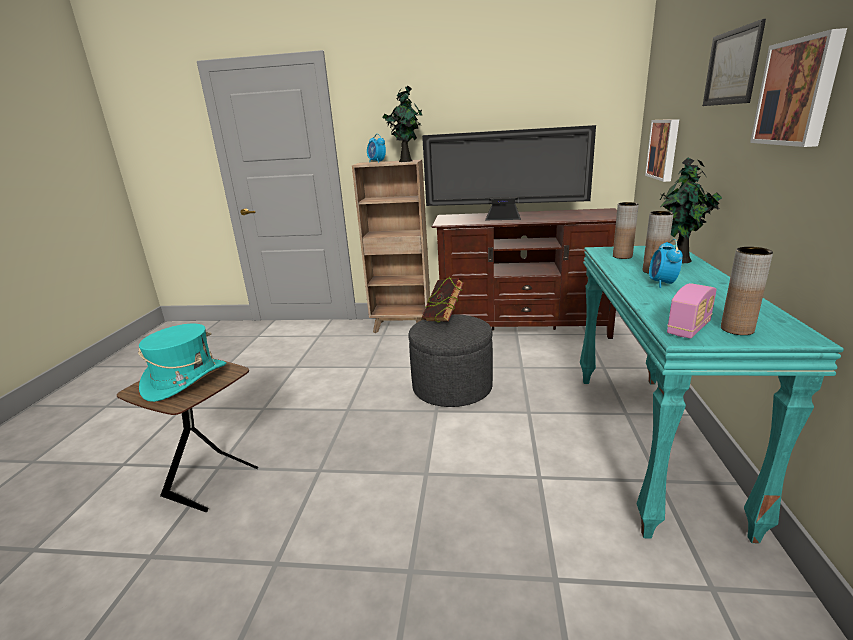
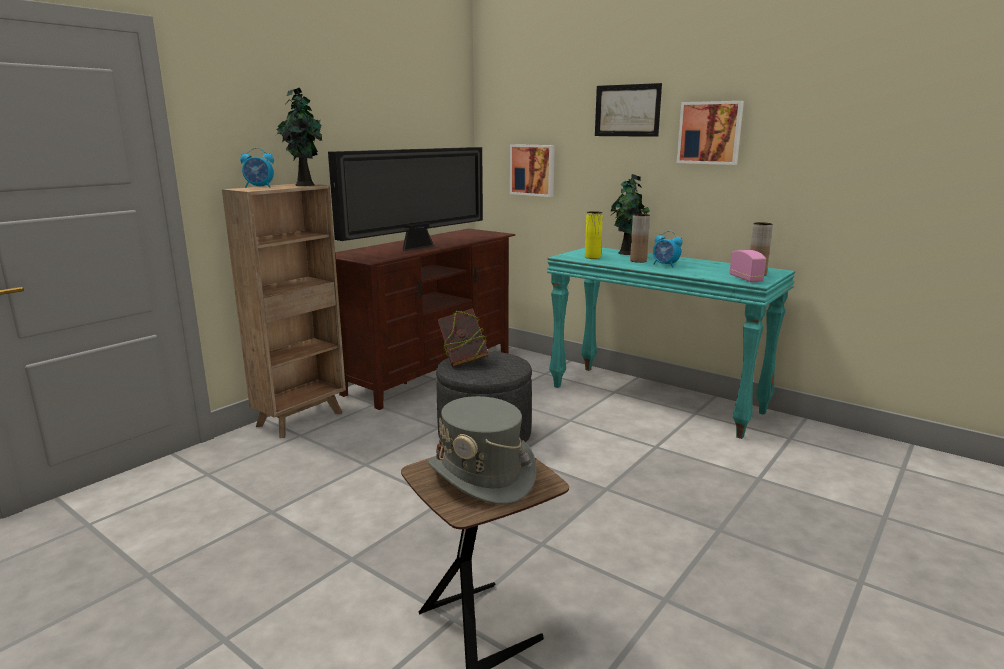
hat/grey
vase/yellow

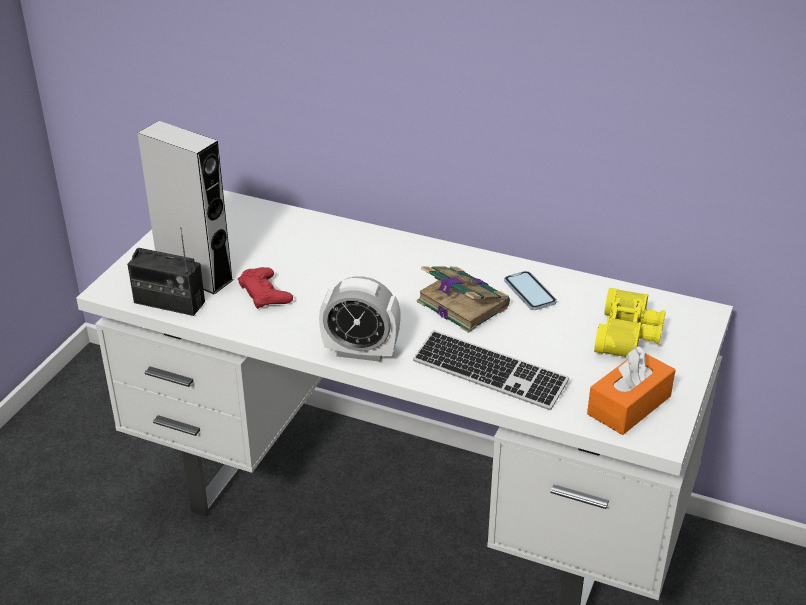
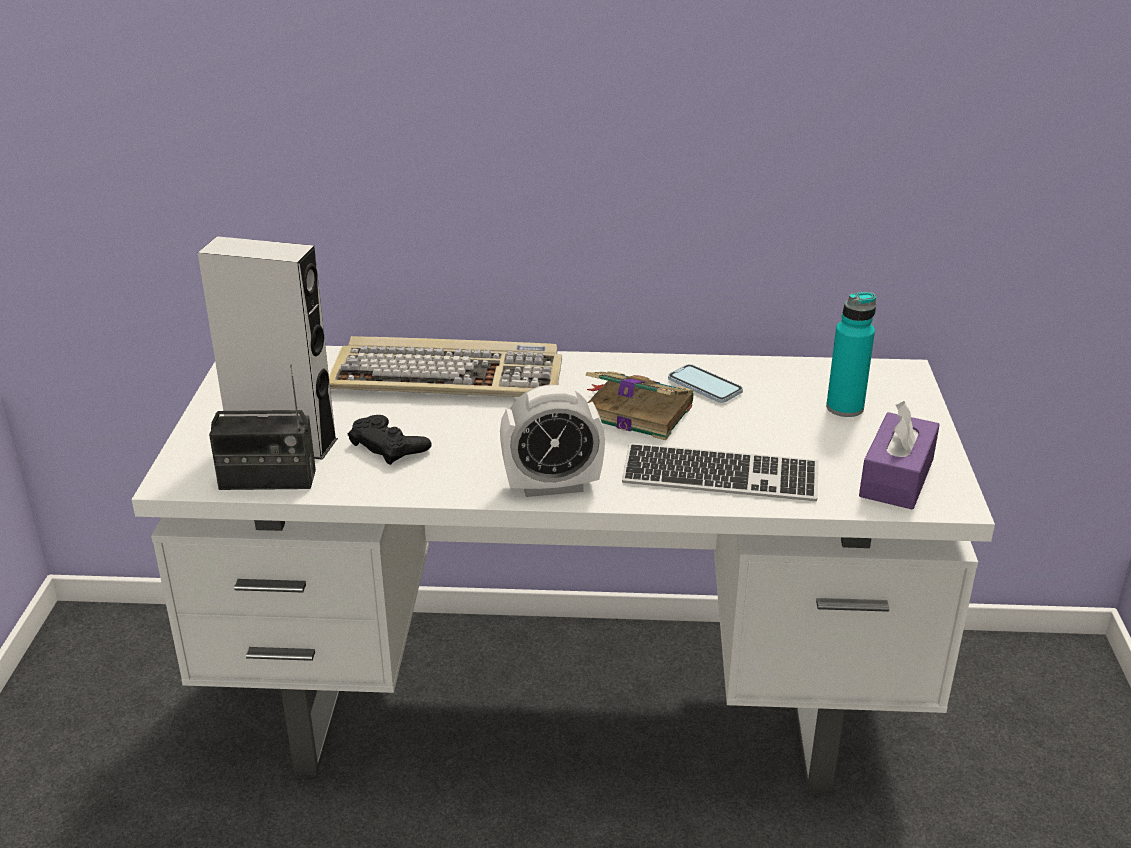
PC keyboard (no. 1 from left)
beverage bottle/turquoise-coloured
gamepad/blackish
tissue holder/purplish

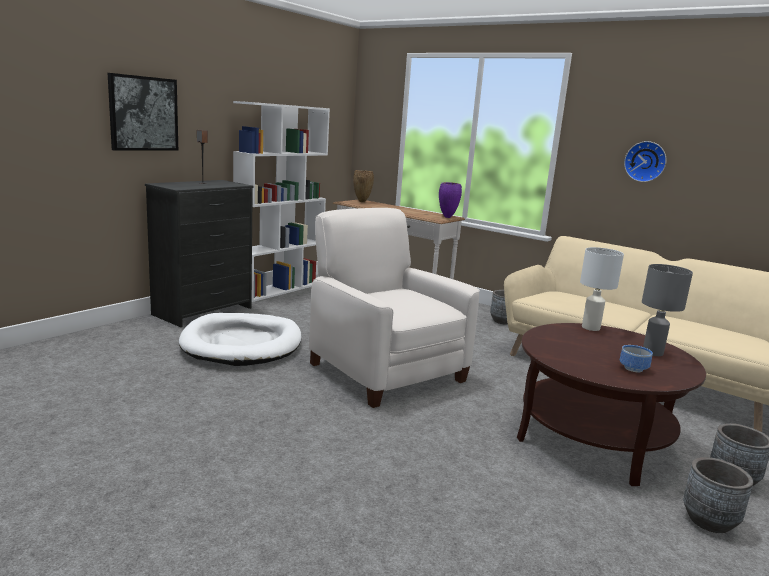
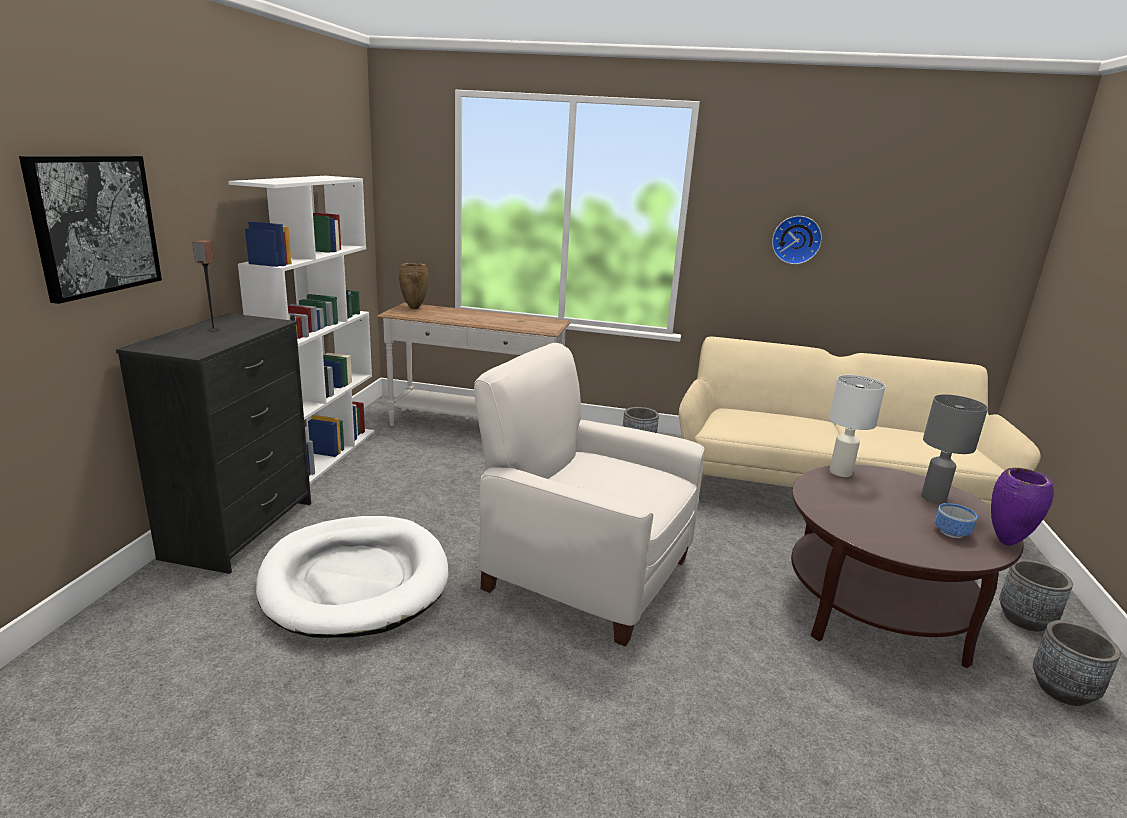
vase/purplish

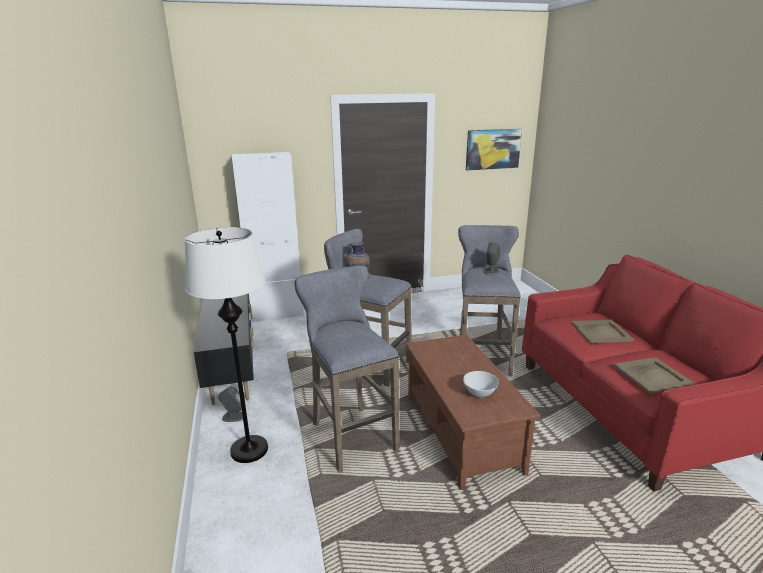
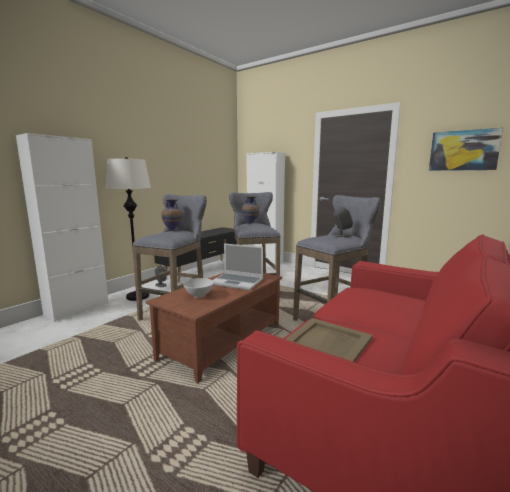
carrying tray/beige-coloured (no. 1 from left in the first image)
storage cabinet/white (no. 1 from left)
vase (no. 1 from left)
notebook computer

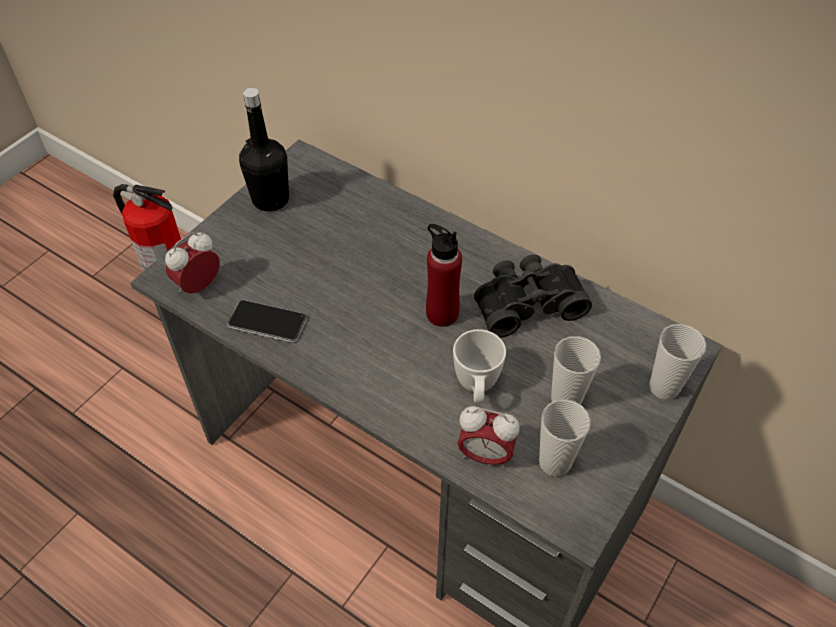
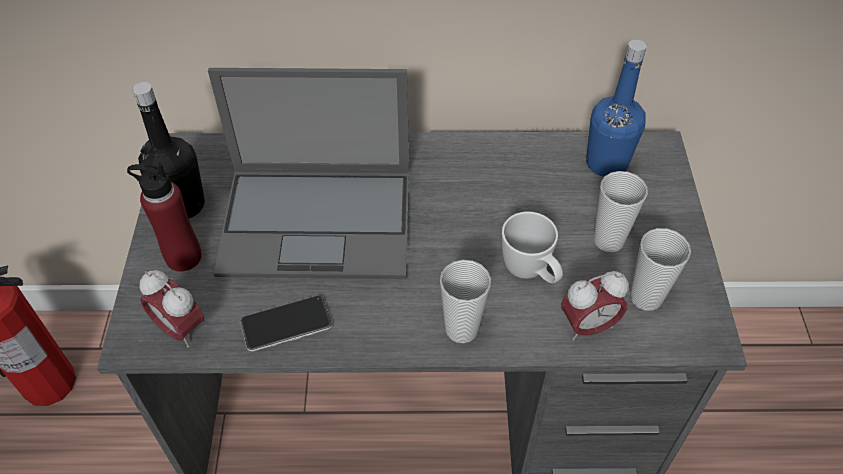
pair of binoculars/blackish
notebook computer
beverage bottle/bluish
beverage bottle/reddish
small cup (no. 1 from left)
table clock (no. 1 from left)

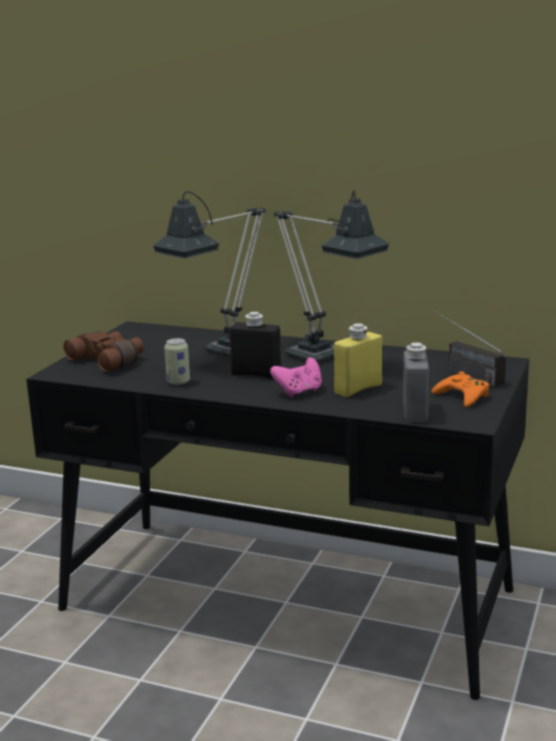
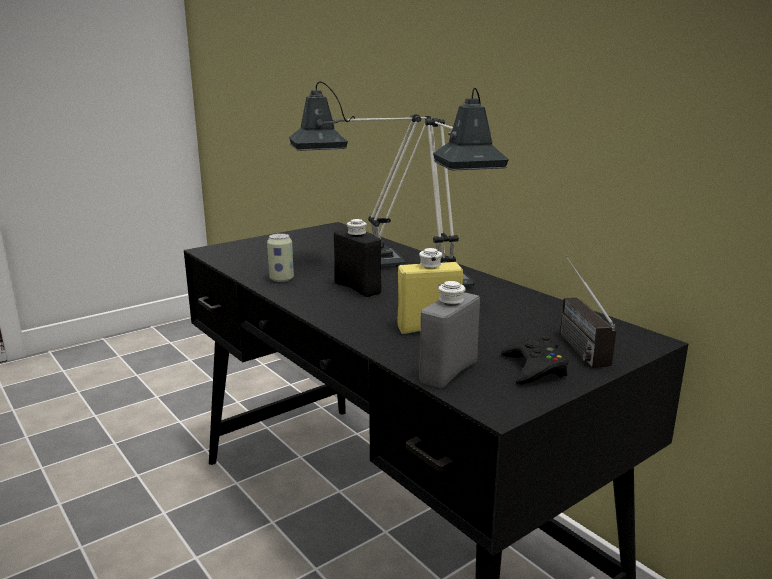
pair of binoculars/brown
gamepad/pink
gamepad/blackish

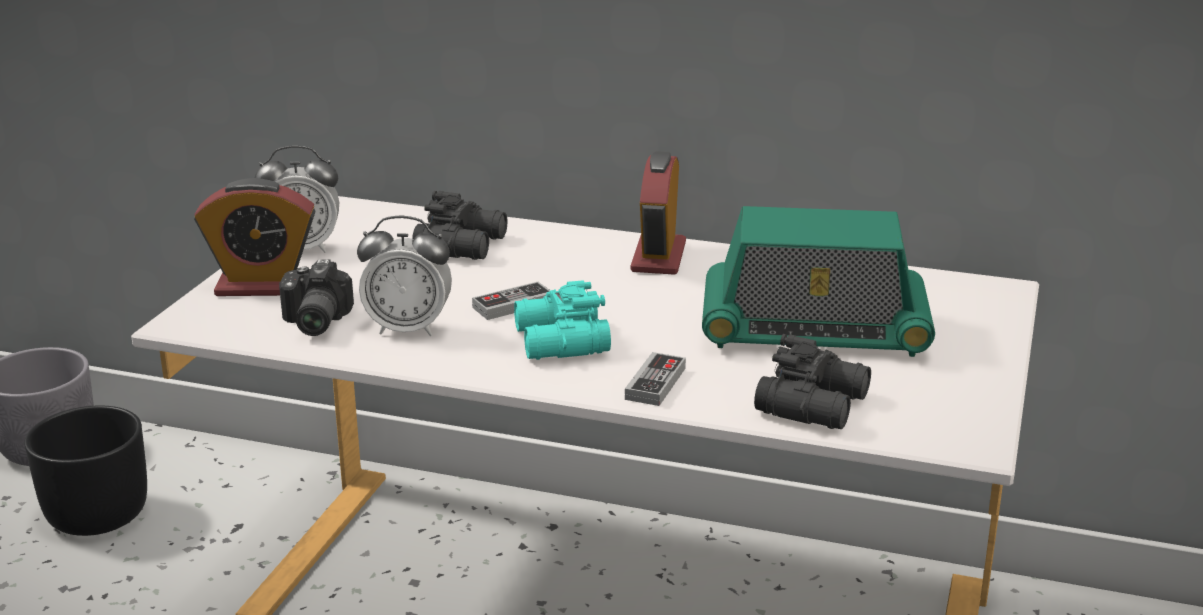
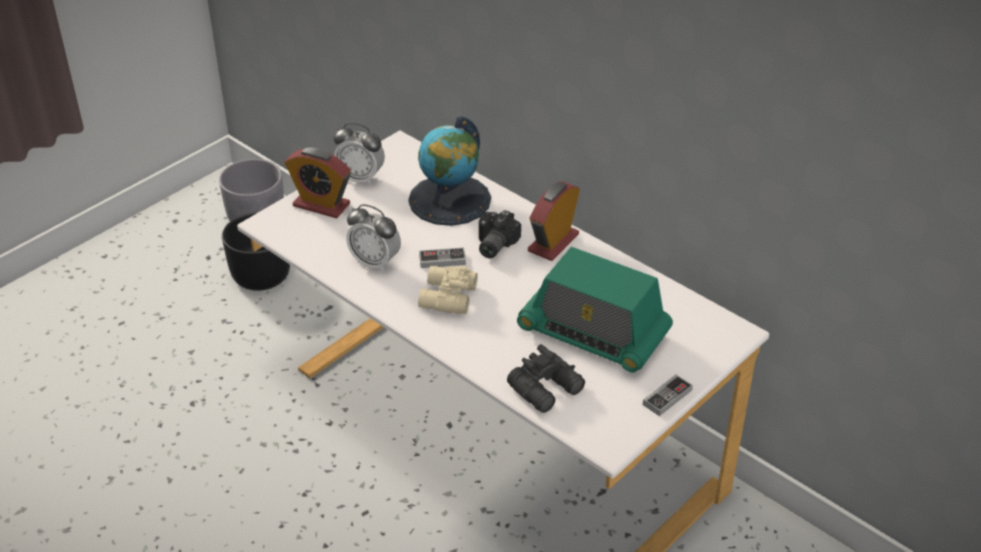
still camera
gamepad (no. 2 from left)
globe
pair of binoculars/beige-coloured

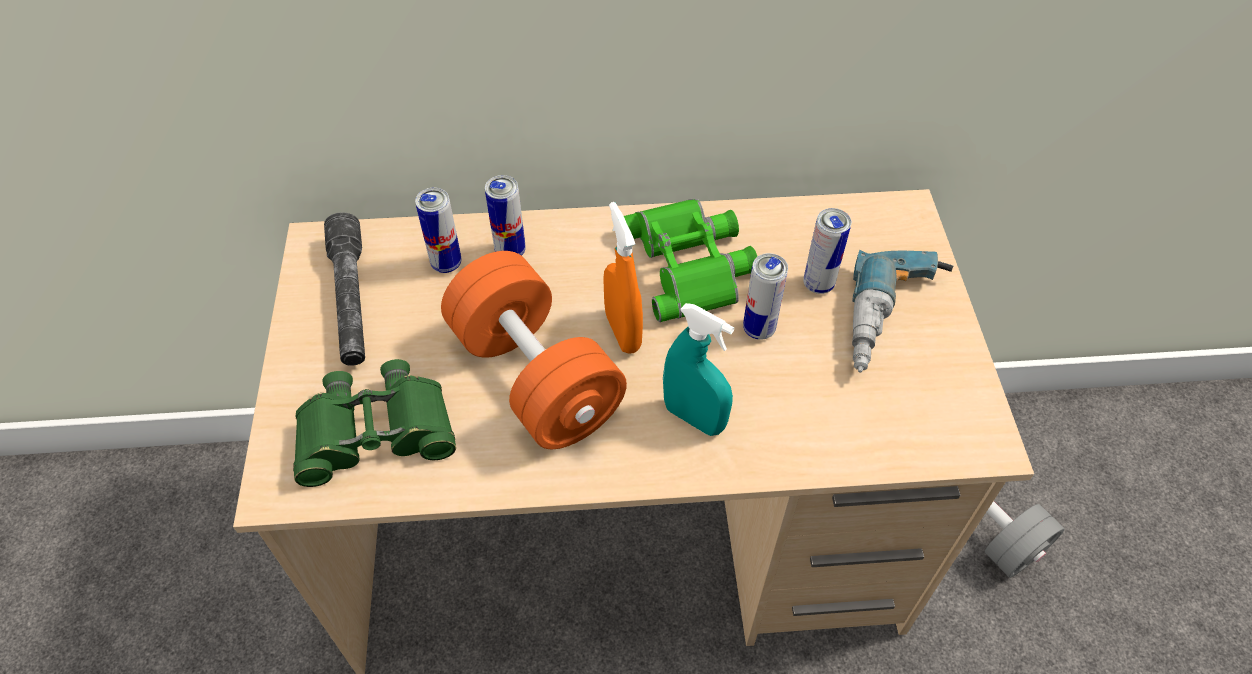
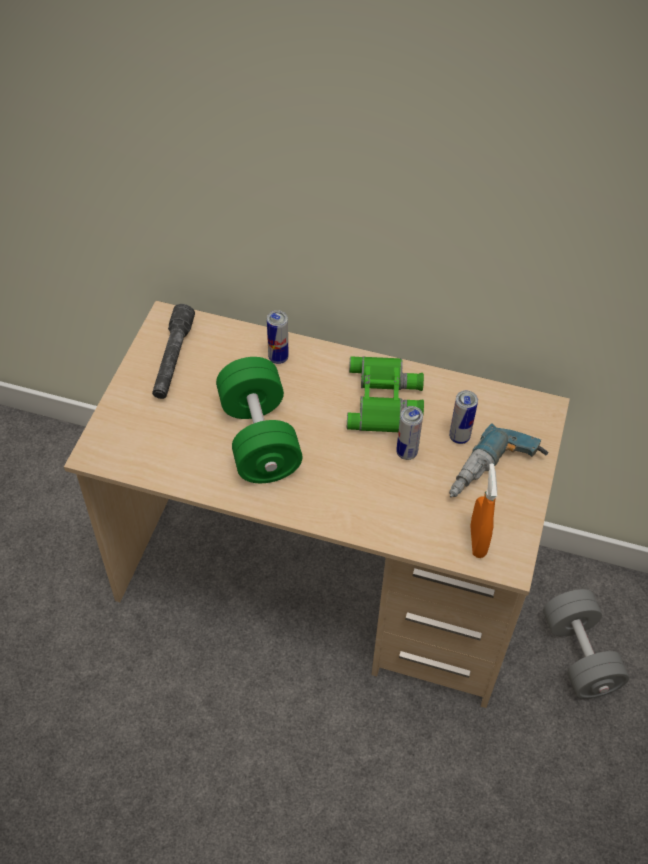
pair of binoculars/green-coloured (no. 1 from left in the first image)
metal can (no. 1 from left in the first image)
sprayer/turquoise-coloured
sprayer/orangey
dumbbell/green-coloured

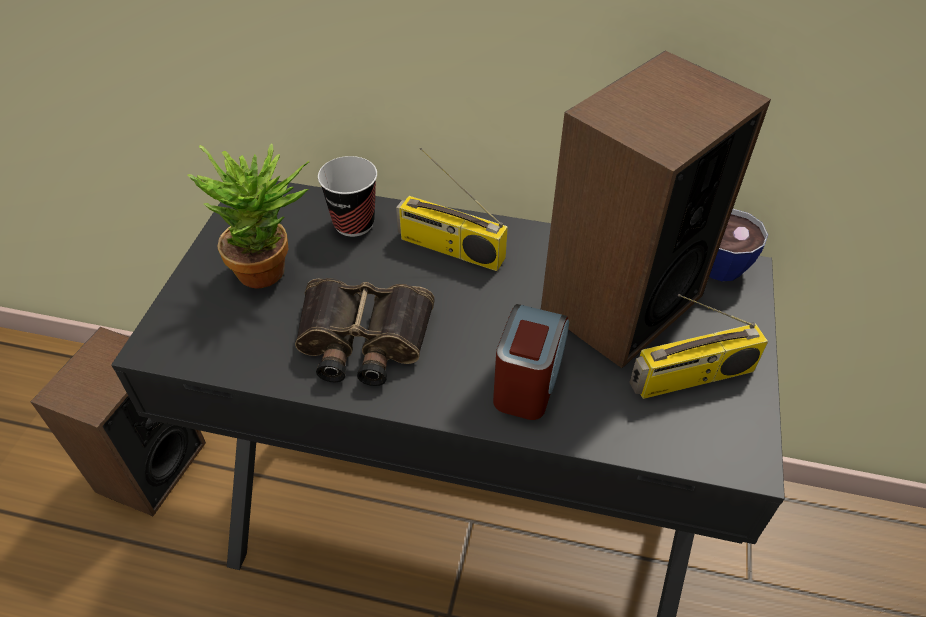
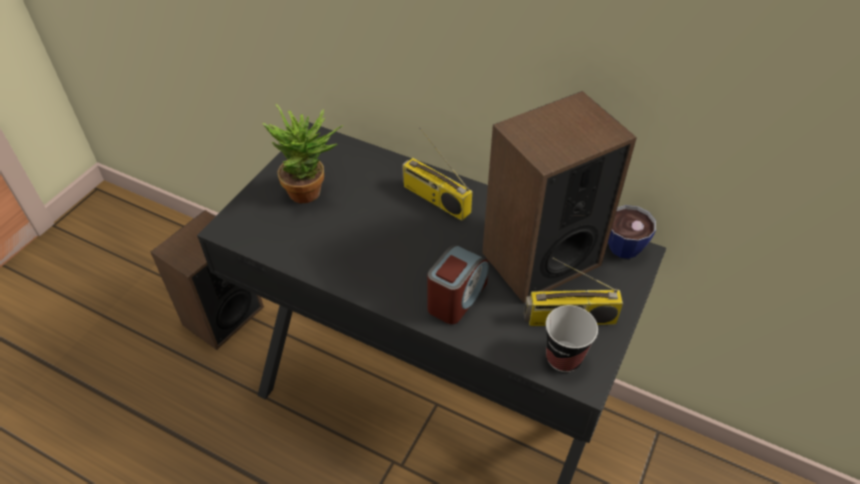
pair of binoculars
small cup (no. 1 from left)

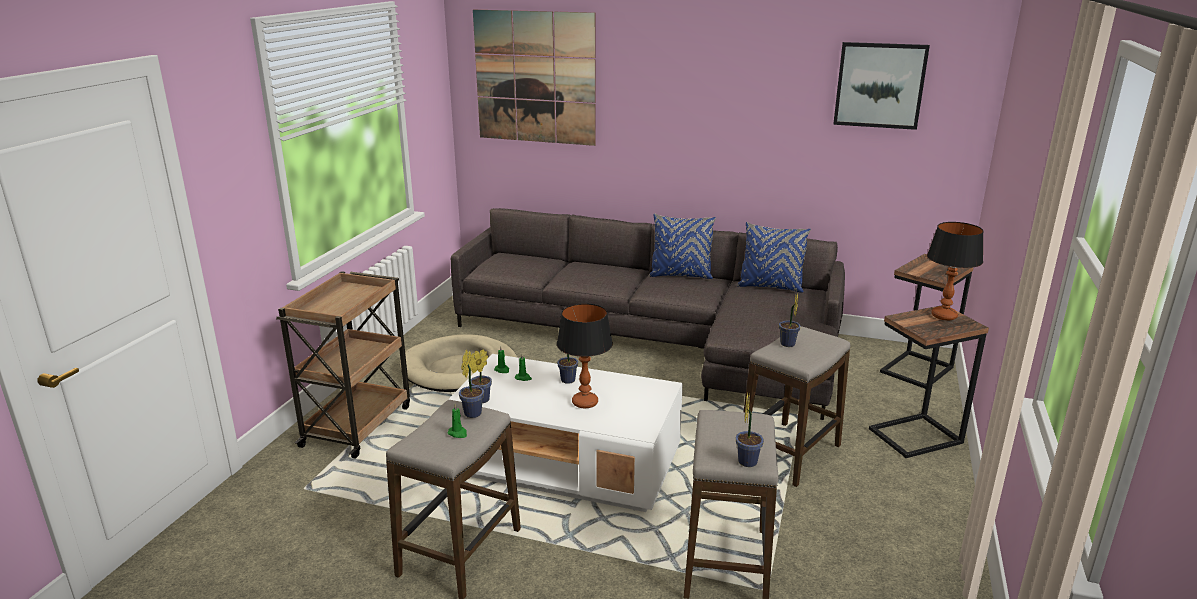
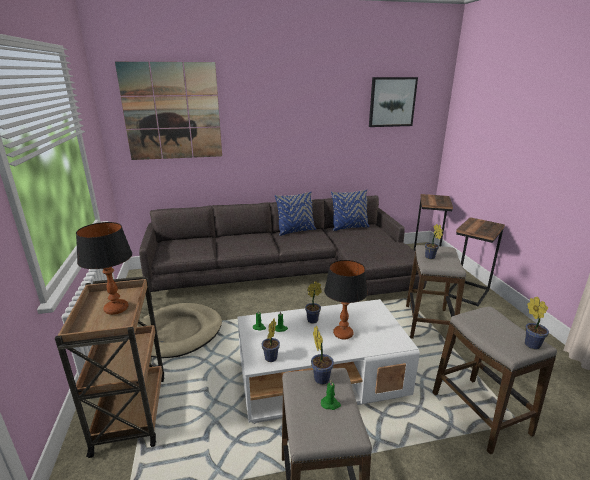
tabletop lamp (no. 1 from left)

